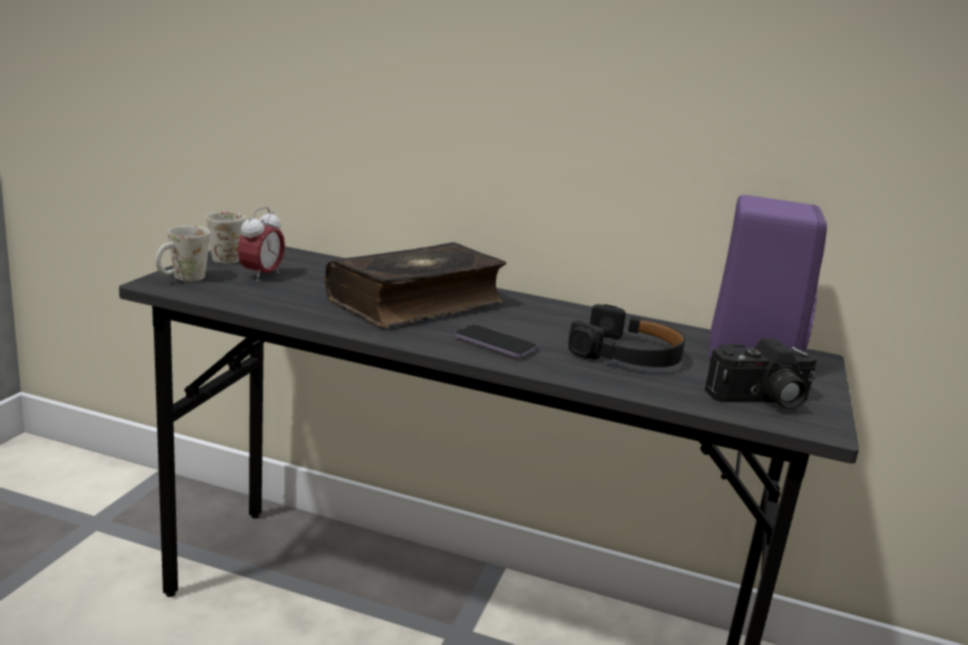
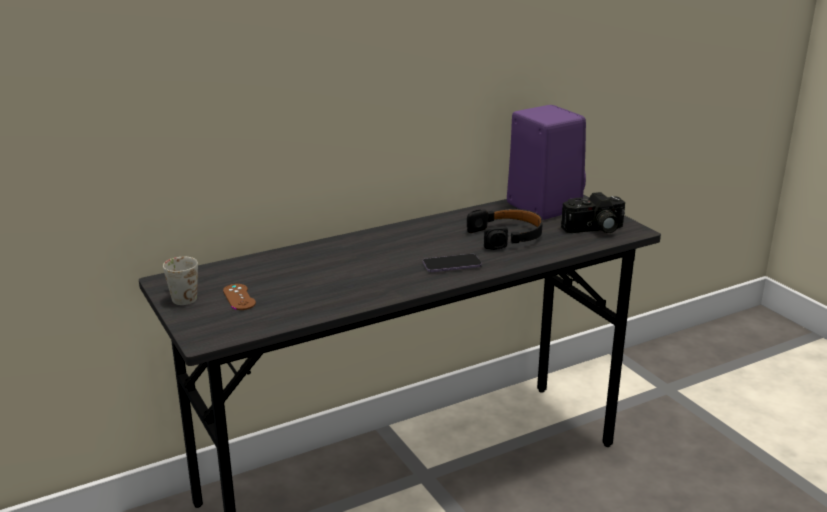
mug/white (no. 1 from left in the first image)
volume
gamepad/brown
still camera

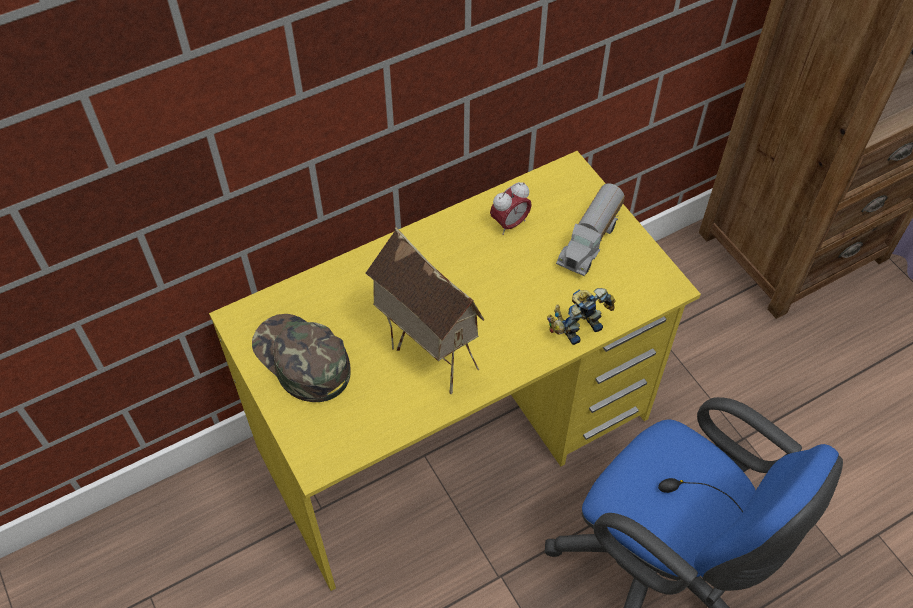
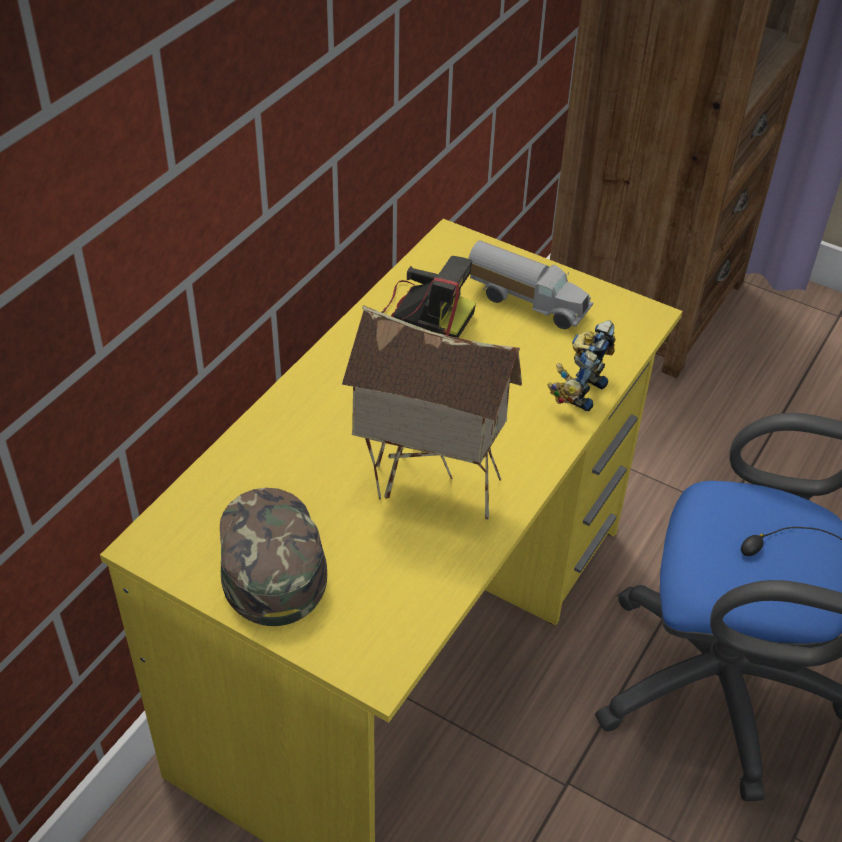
still camera
peaked cap/green-coloured
model truck

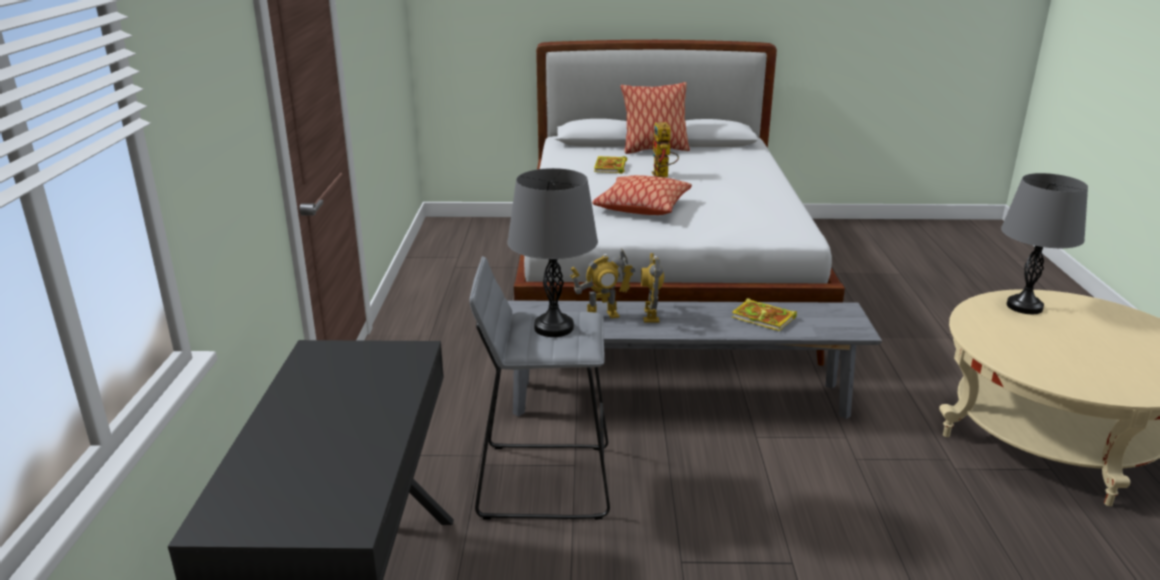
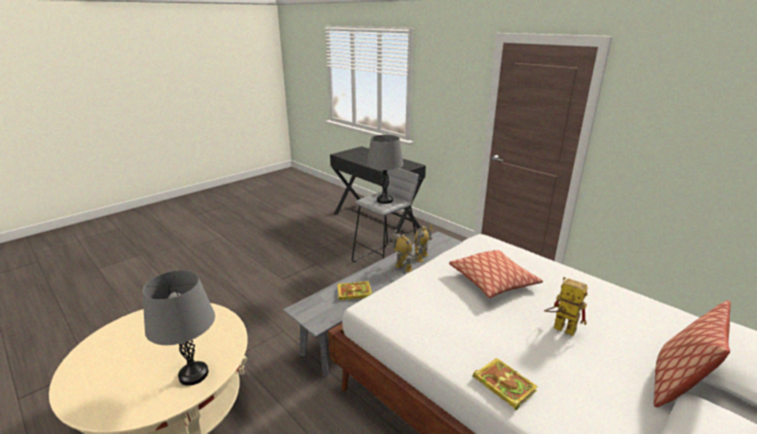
volume (no. 2 from left)

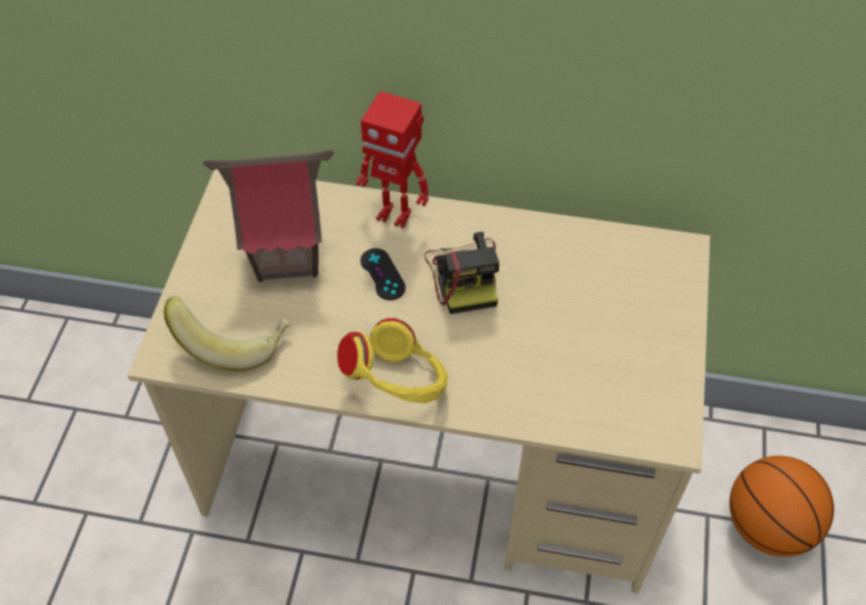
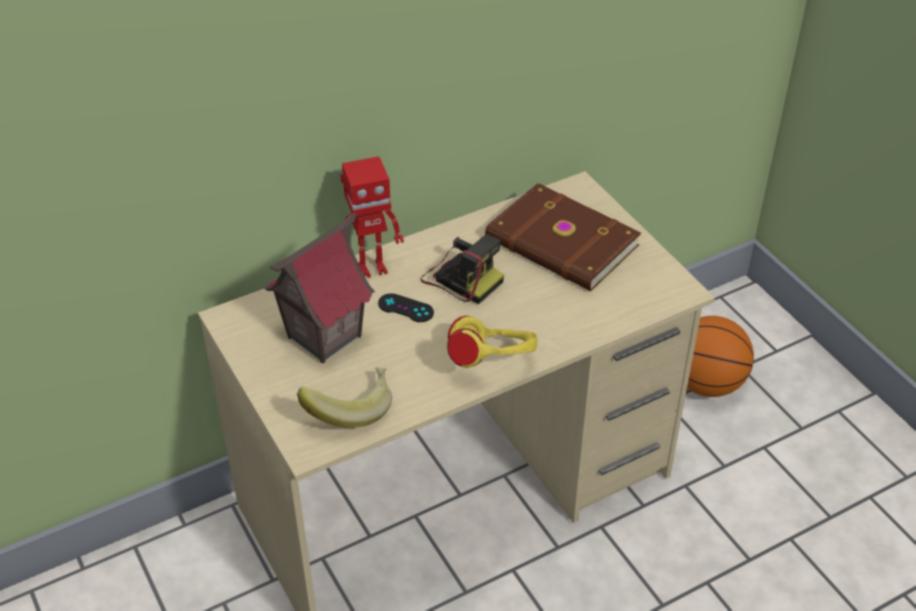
volume/brown

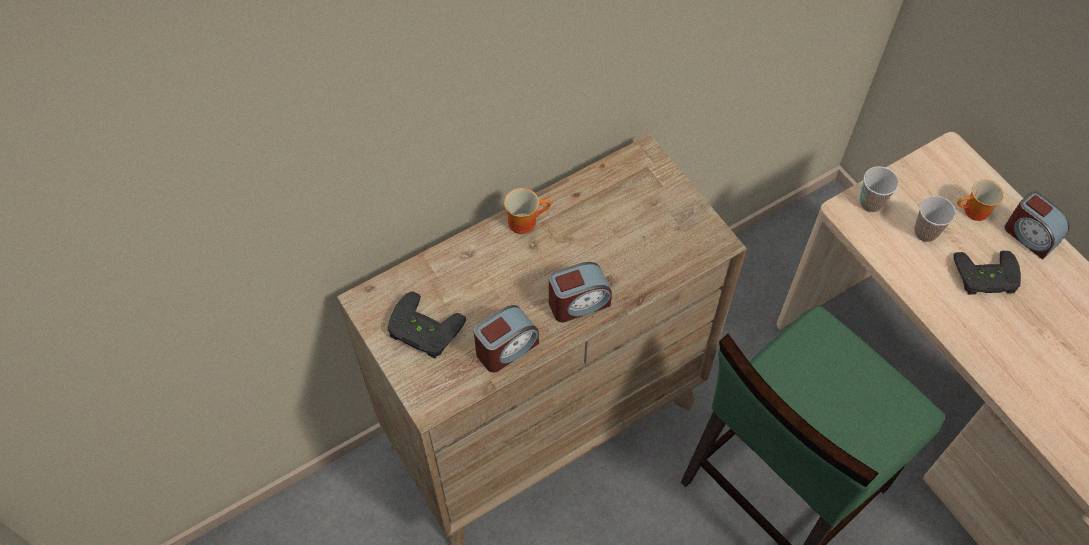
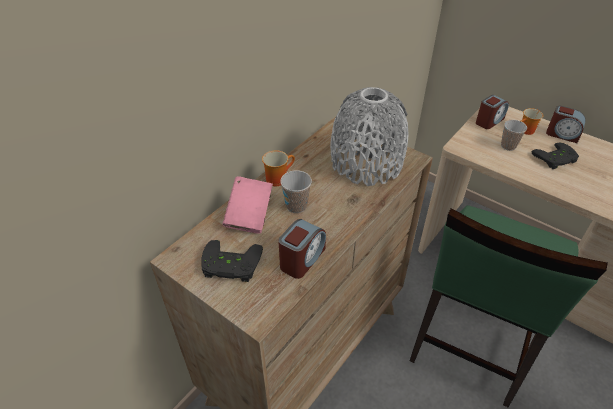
volume/pink
vase/grey
table clock (no. 2 from left)
small cup (no. 1 from left)

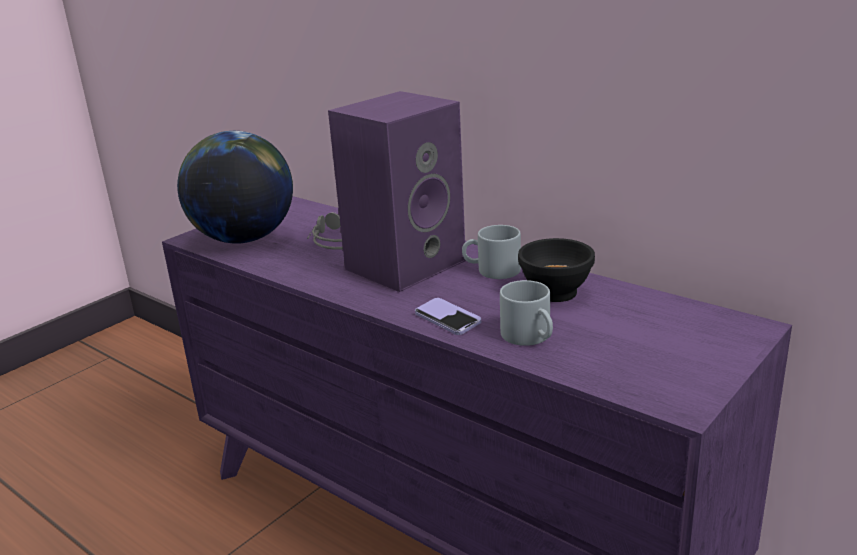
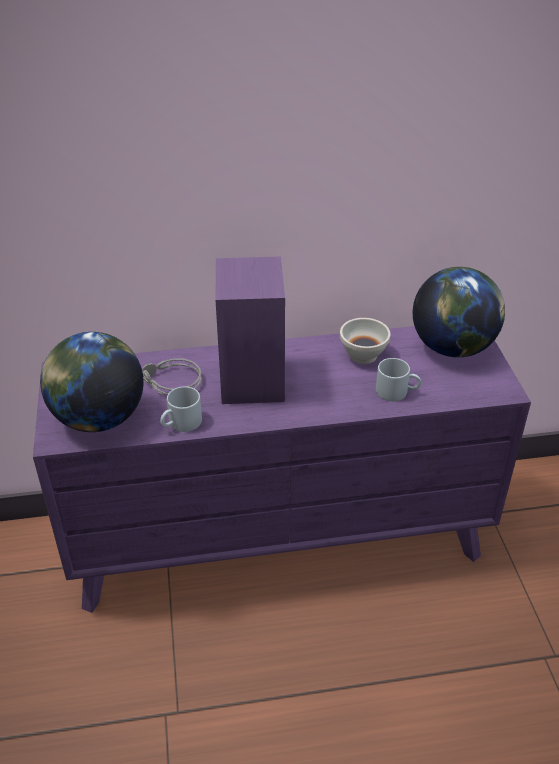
phone
globe (no. 2 from left)
mug/grey (no. 1 from left)
serving bowl/white

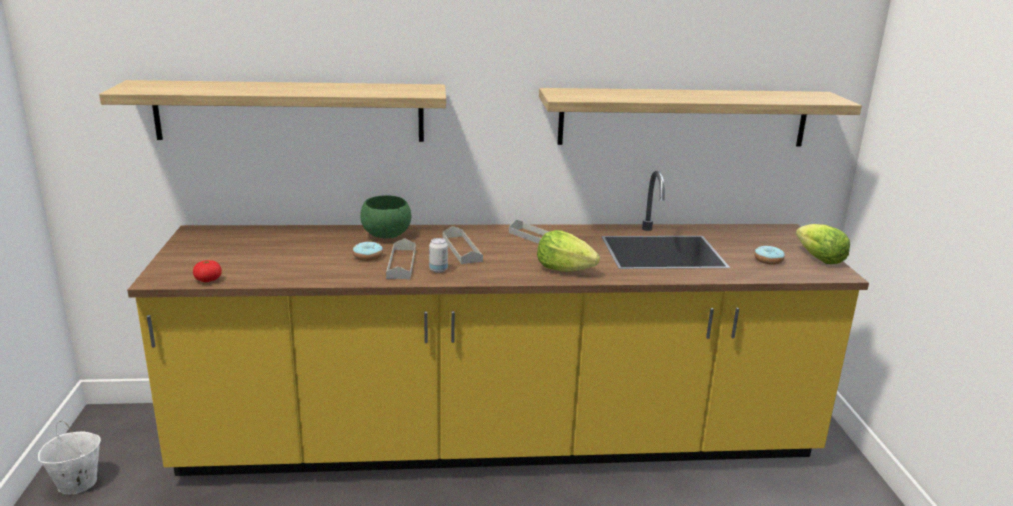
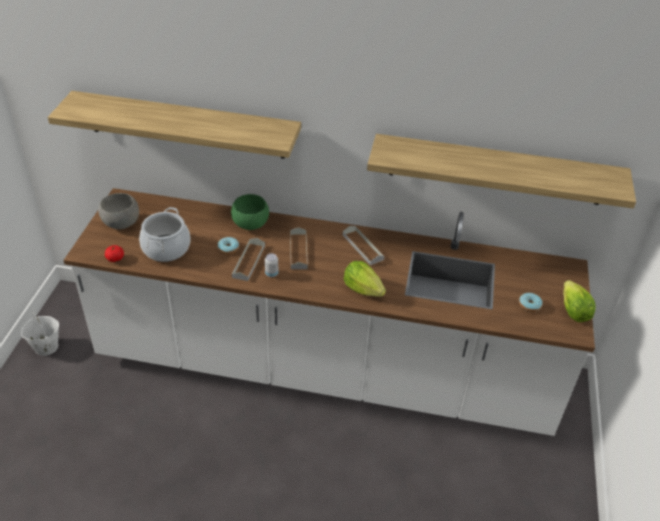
serving bowl/grey
stockpot
kitchen counter/white

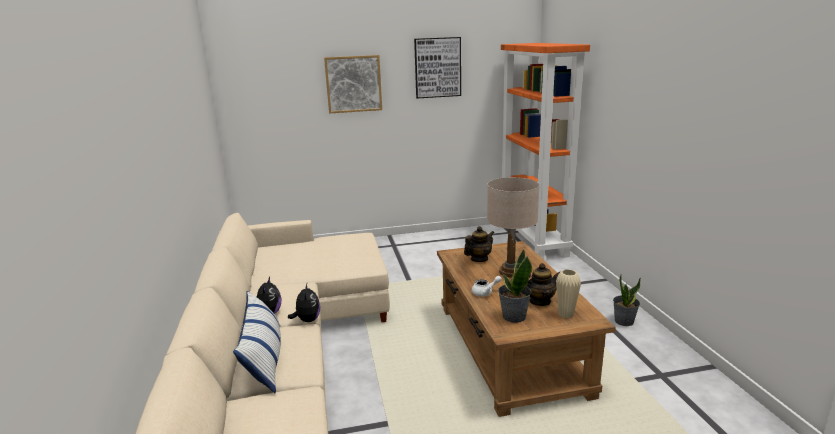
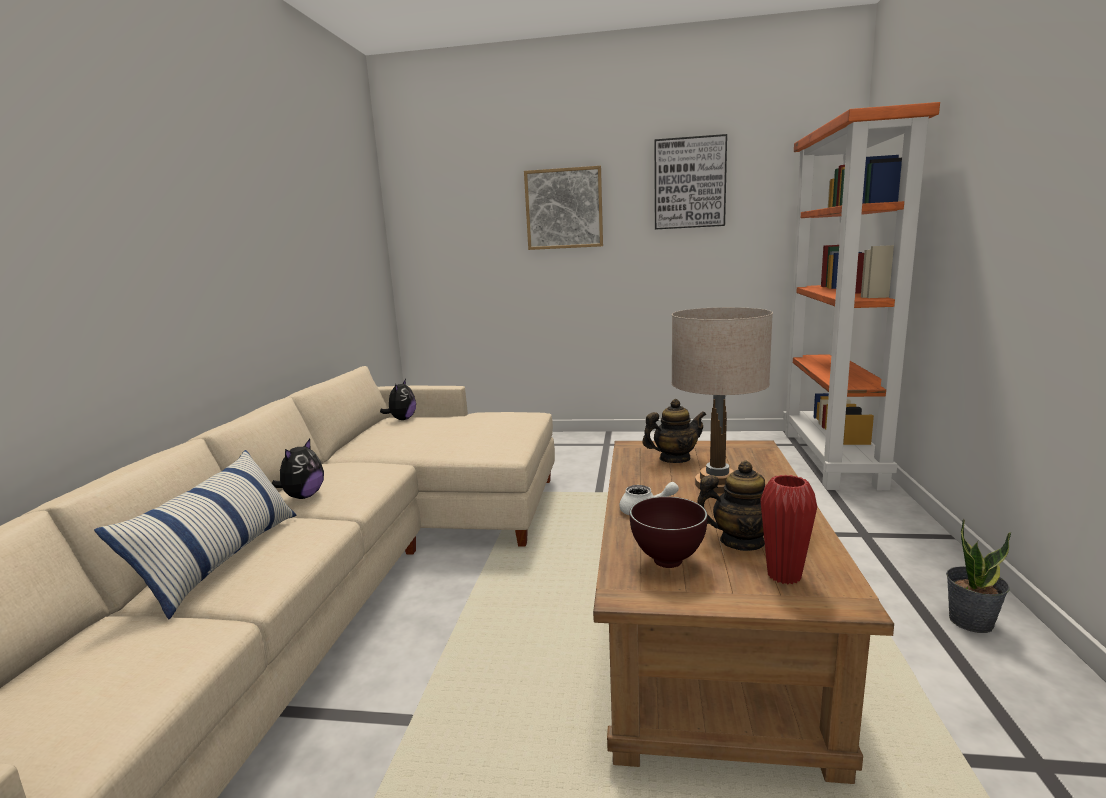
soft toy (no. 2 from left)
serving bowl/brown
vase/reddish

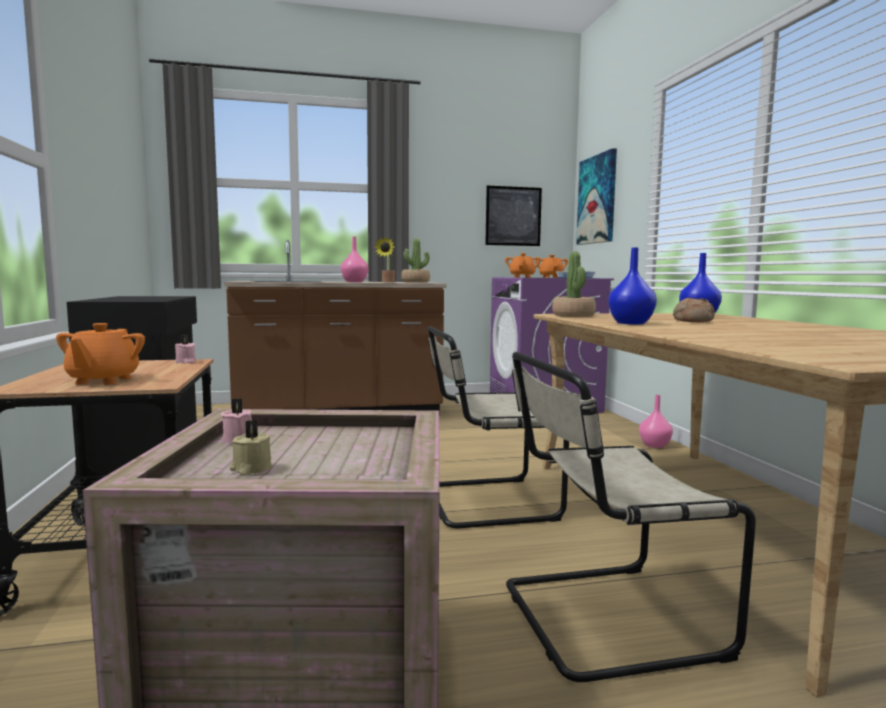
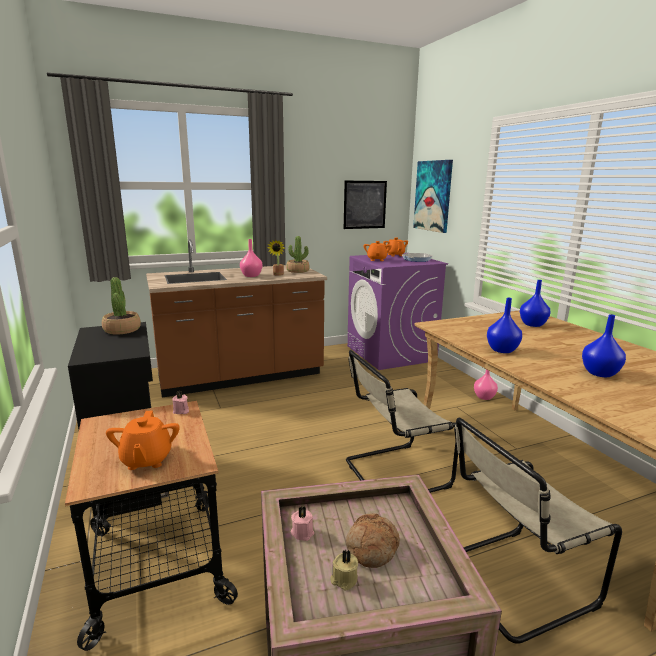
vase/bluish (no. 3 from left)
potted plant (no. 1 from left)
bread

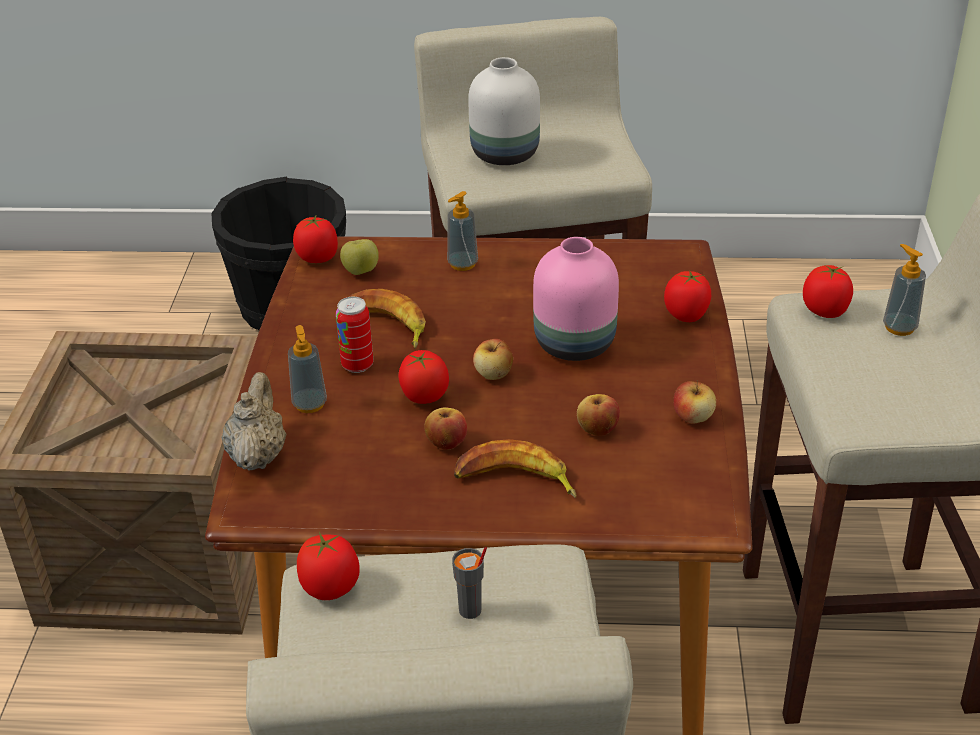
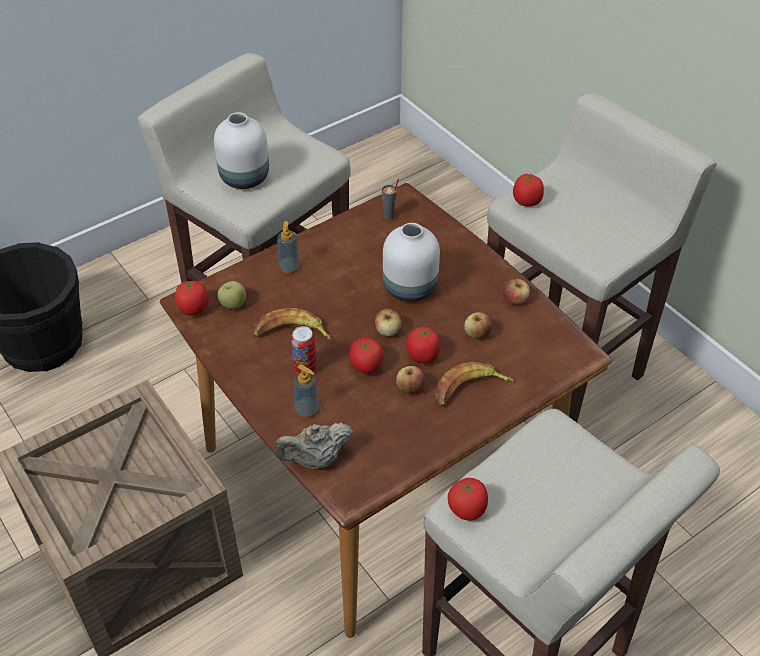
liquid soap bottle (no. 3 from left in the first image)
small cup/grey
fresh tomato (no. 3 from left)
vase/white (no. 2 from left)
pot for tea/beige-coloured

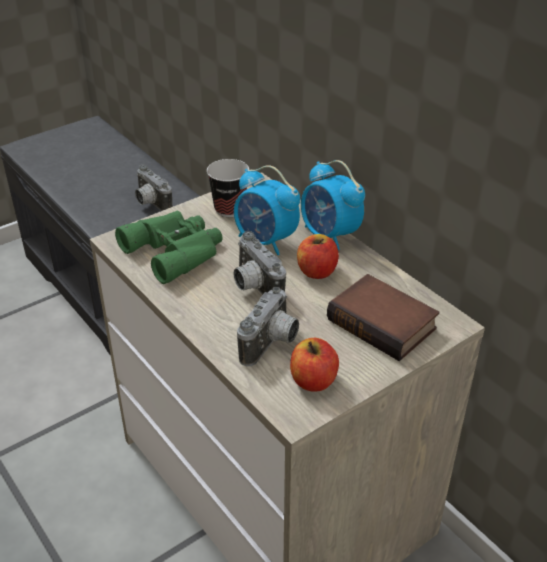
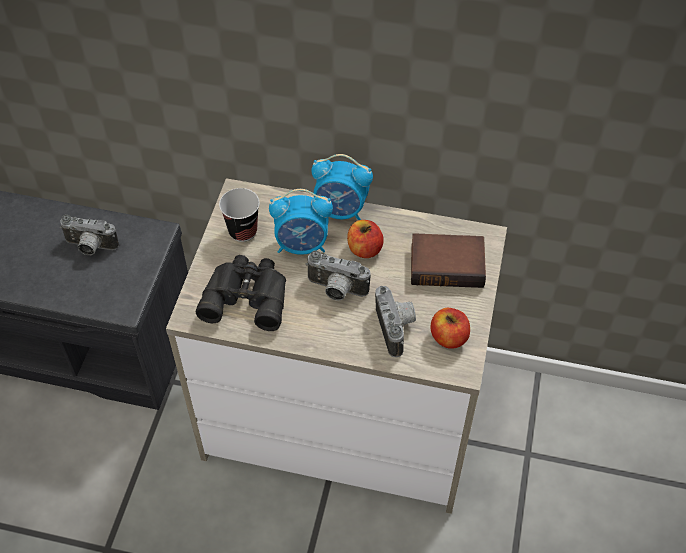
pair of binoculars/blackish

